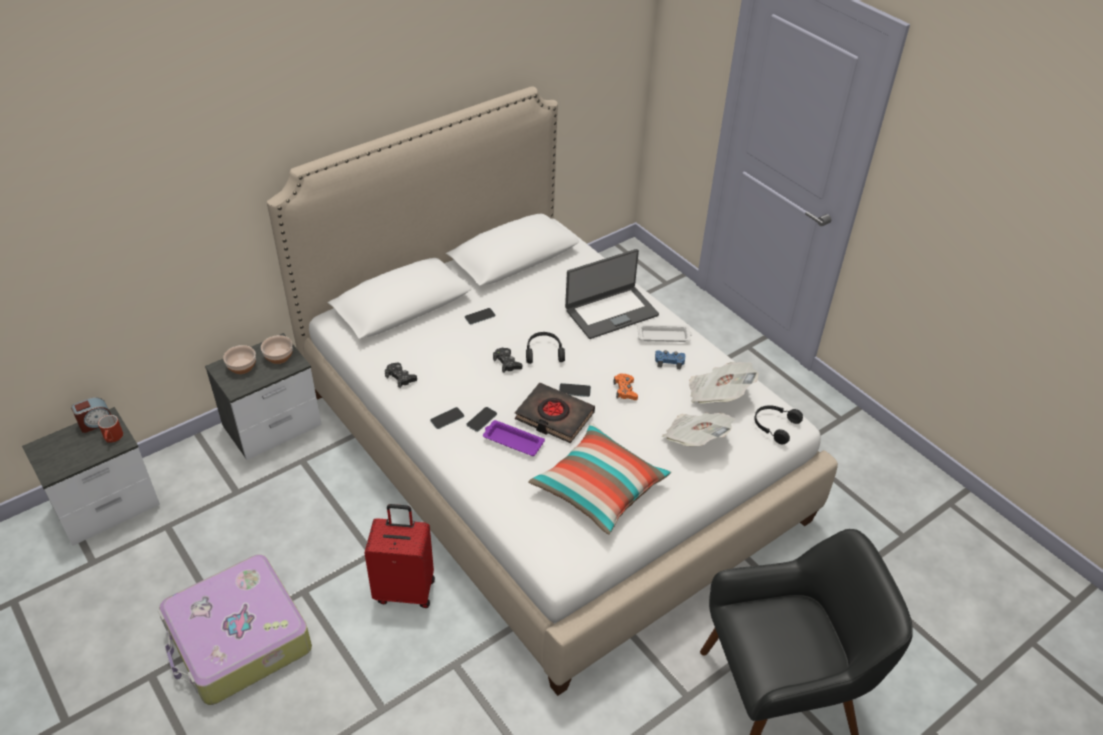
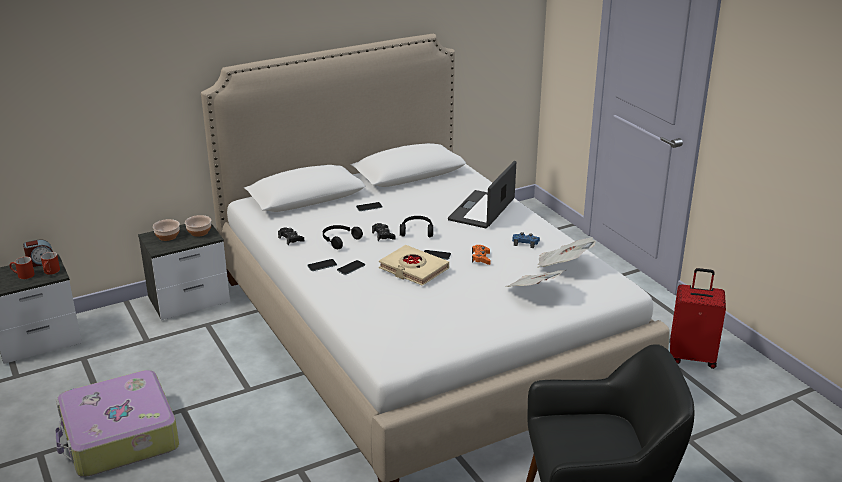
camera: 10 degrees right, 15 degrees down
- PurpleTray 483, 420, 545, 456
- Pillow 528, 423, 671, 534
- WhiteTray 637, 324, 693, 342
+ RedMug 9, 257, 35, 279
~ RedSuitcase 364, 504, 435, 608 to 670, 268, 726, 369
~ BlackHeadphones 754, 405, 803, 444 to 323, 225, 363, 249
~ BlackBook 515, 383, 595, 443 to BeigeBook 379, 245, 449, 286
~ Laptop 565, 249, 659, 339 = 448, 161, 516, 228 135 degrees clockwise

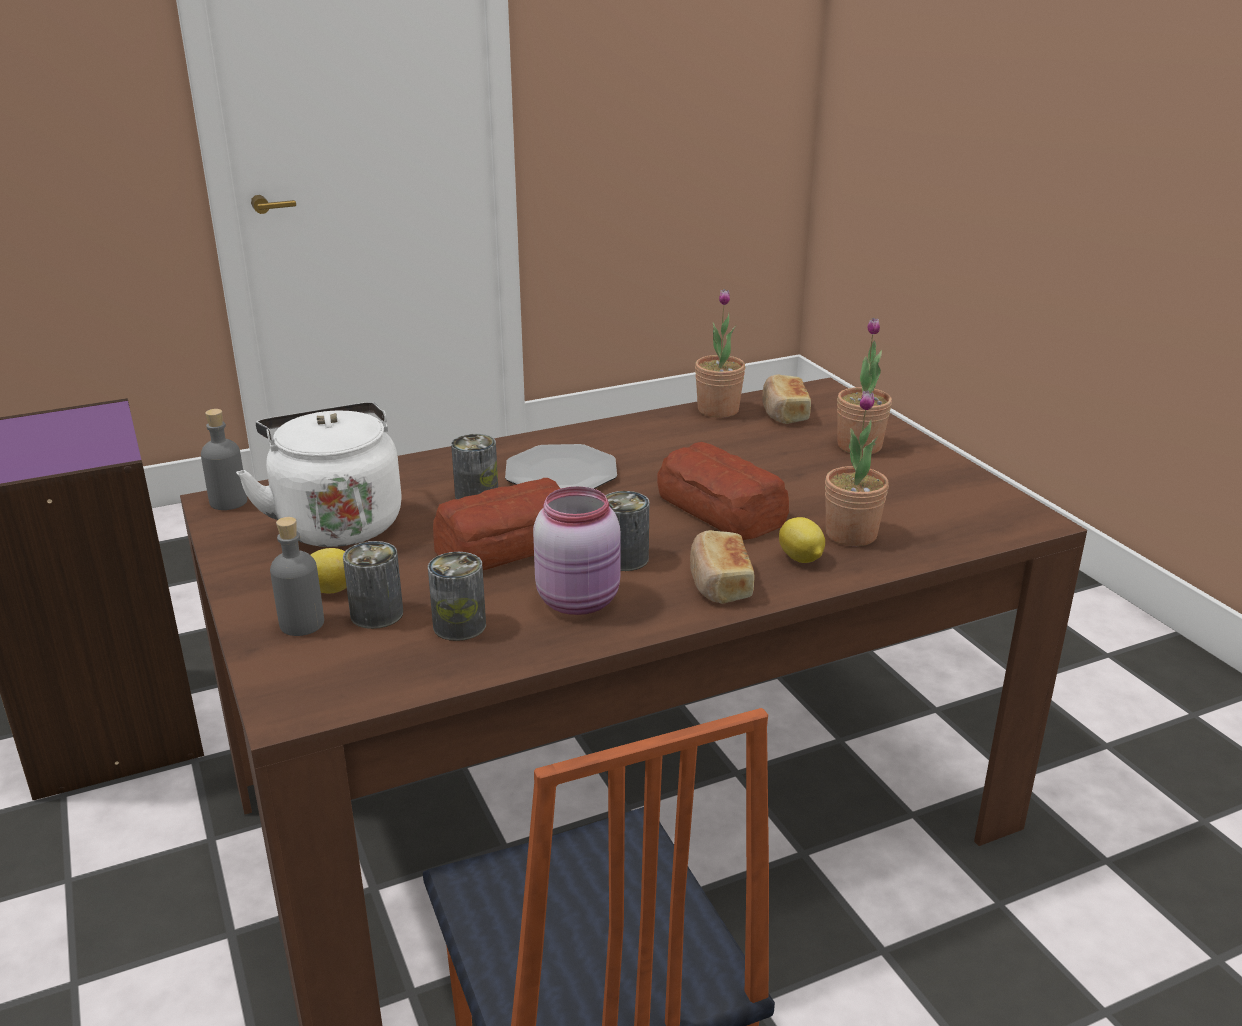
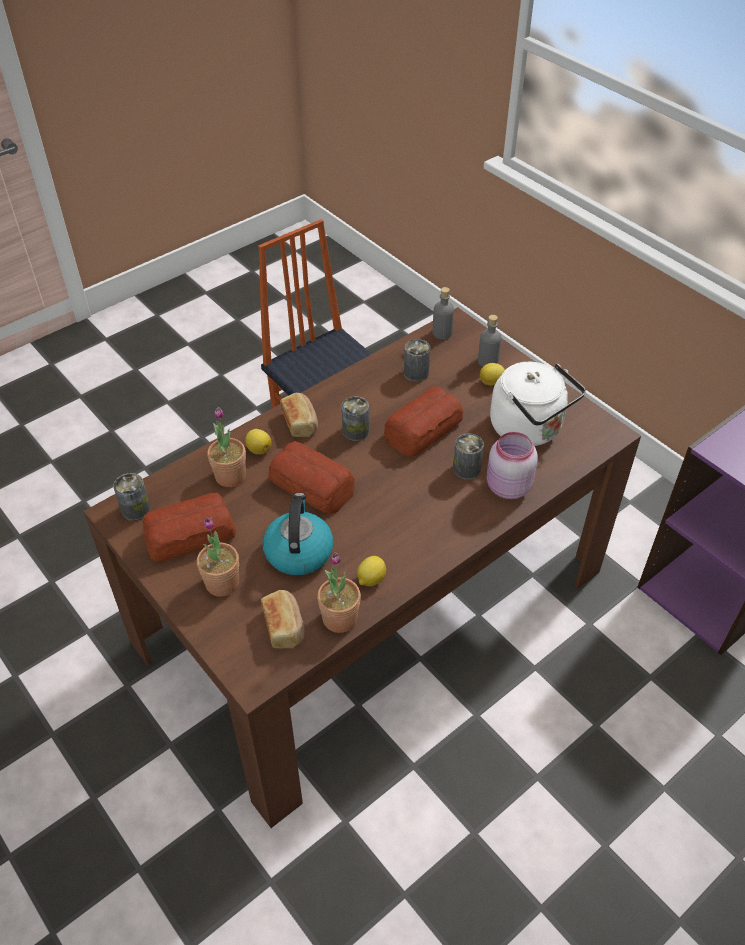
camera: 165 degrees right, 20 degrees up
- Plate 505, 444, 617, 489
+ Bread 143, 493, 236, 562
+ Kettle 263, 493, 333, 576
+ Lemon 357, 556, 386, 586
~ GreyBottle 201, 409, 247, 510 to 433, 287, 454, 339
~ Can 343, 541, 403, 629 to 113, 473, 150, 521
~ PinkJar 533, 486, 620, 615 to 487, 432, 538, 499

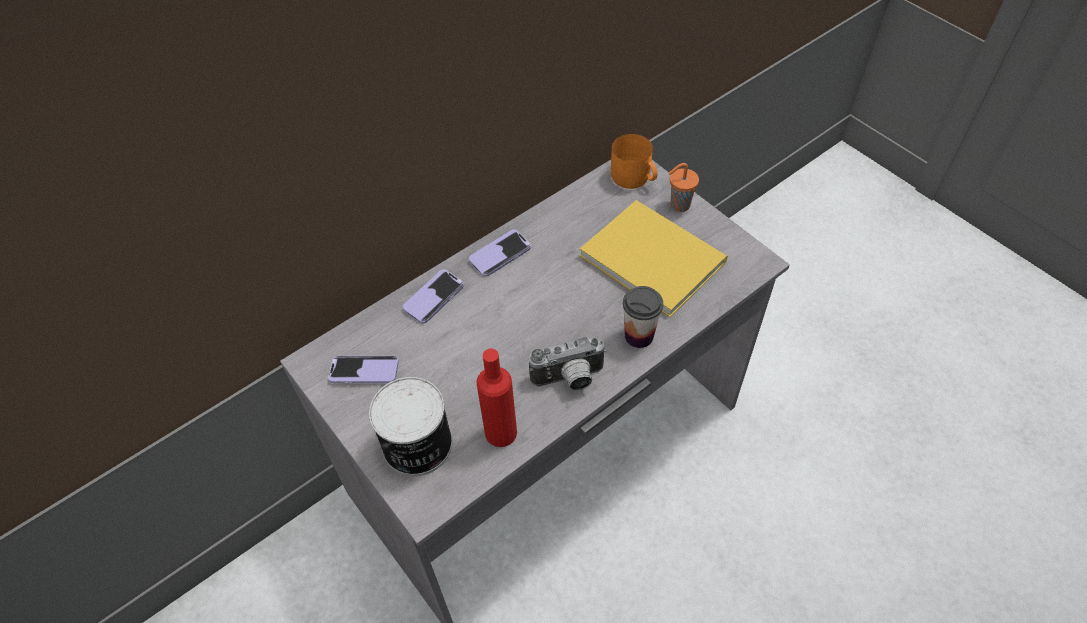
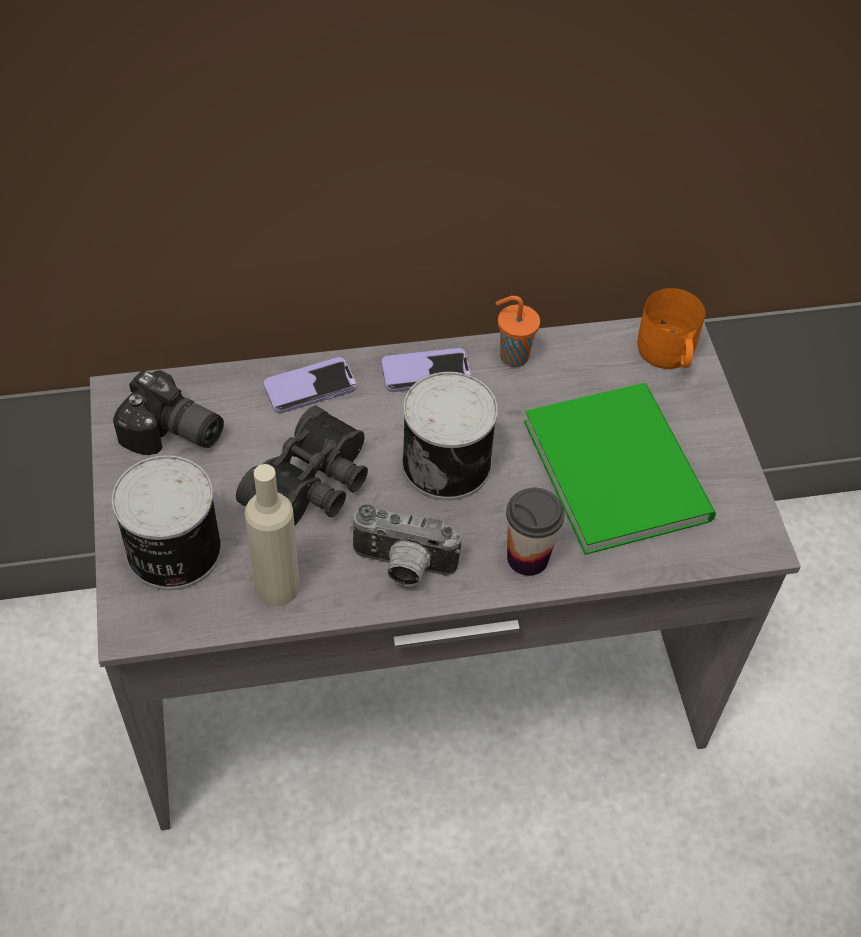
camera: 25 degrees right, 0 degrees up
+ BlackBinoculars 236, 406, 368, 525
+ Can 402, 372, 498, 501
~ OrangeCup 668, 163, 699, 212 to 496, 296, 540, 367
~ Phone 328, 356, 399, 383 to PhotoCamera 113, 370, 224, 455
~ RedBottle 476, 349, 517, 447 to BeigeBottle 245, 464, 300, 606
~ YellowBook 580, 200, 728, 317 to GreenBook 524, 383, 716, 555

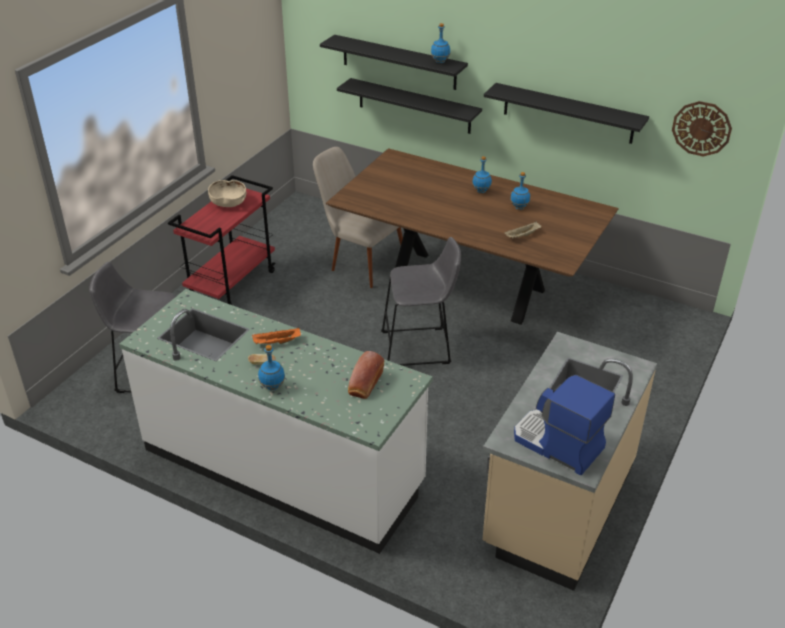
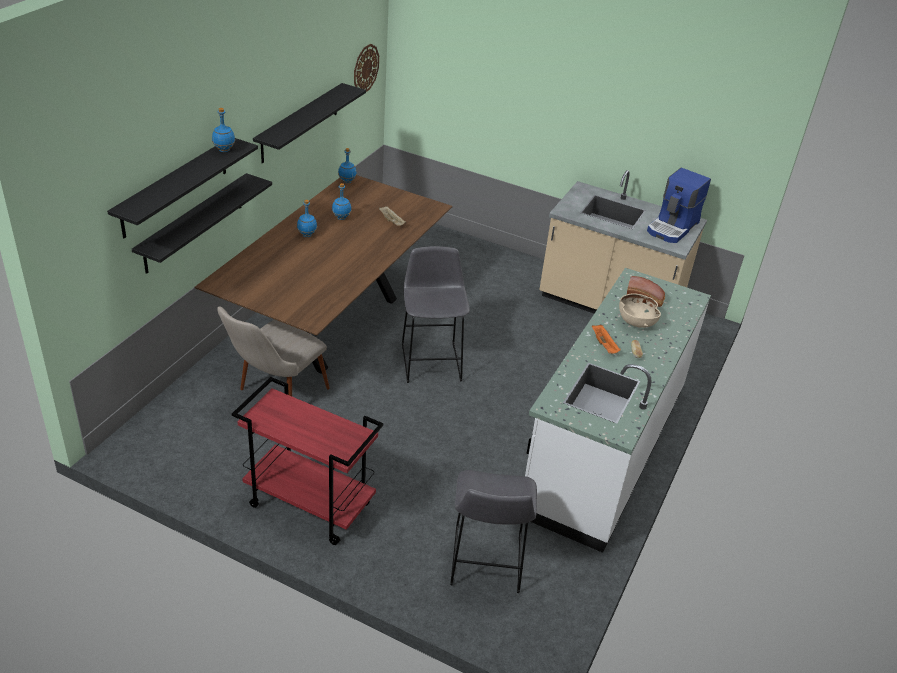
camera: 95 degrees left, 0 degrees up
~ BeigeBowl 208, 180, 246, 207 to 619, 294, 661, 328
~ BlueBottle 258, 345, 285, 390 to 338, 148, 357, 183

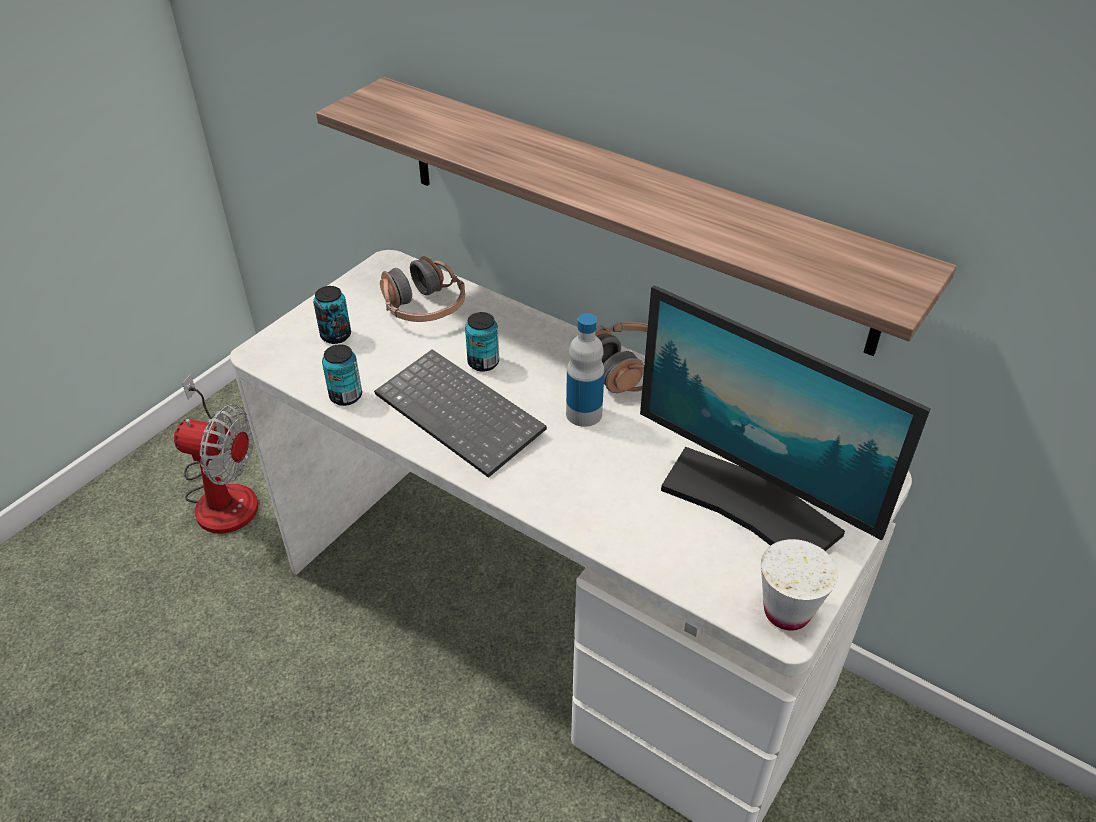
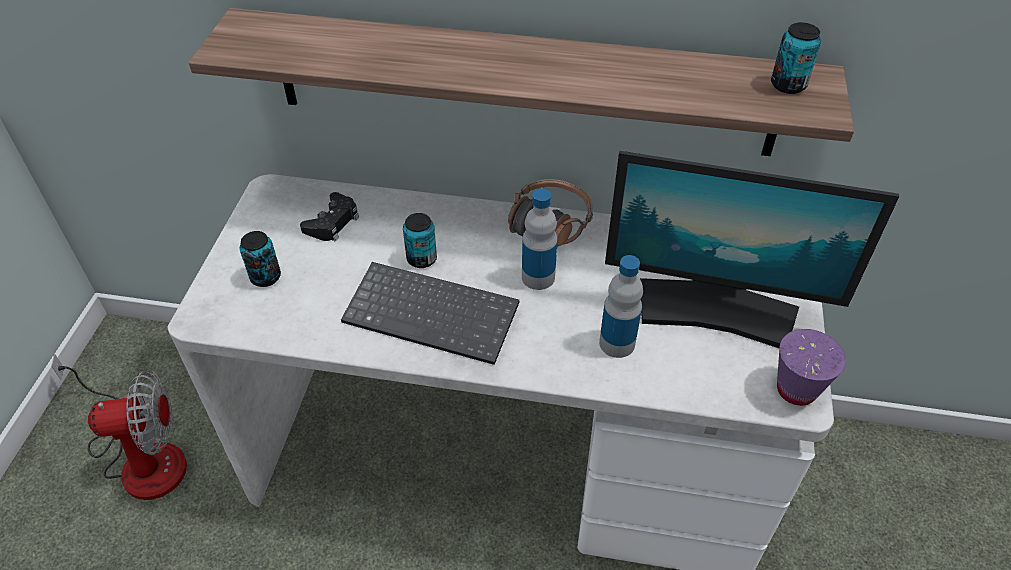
camera: 25 degrees left, 5 degrees up
+ Bottle 599, 255, 643, 358
~ Can 322, 344, 362, 406 to 771, 22, 821, 94
~ Headphones 380, 256, 465, 322 to BlackGameController 300, 192, 359, 242
~ WhiteCup 761, 539, 838, 631 to PurpleCup 777, 329, 846, 406

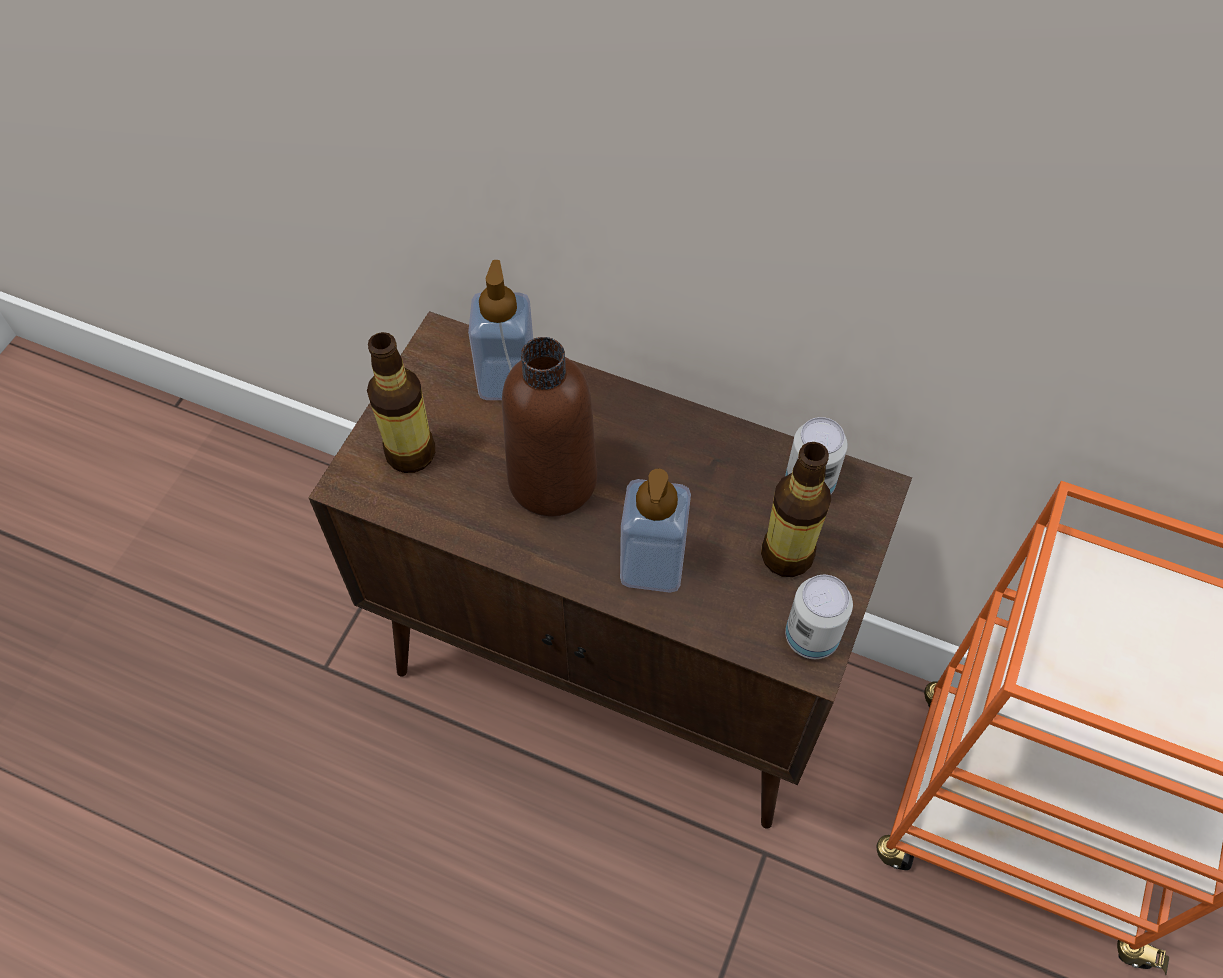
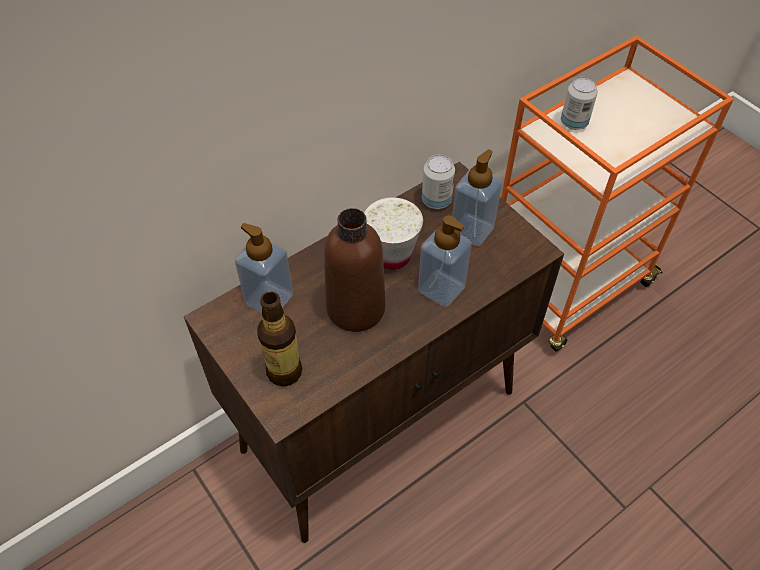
camera: 60 degrees left, 5 degrees down
+ WhiteCup 364, 197, 423, 270
~ Can 785, 575, 853, 659 to 561, 77, 598, 130
~ Bottle 761, 442, 831, 577 to SoapDispenser 452, 149, 502, 246

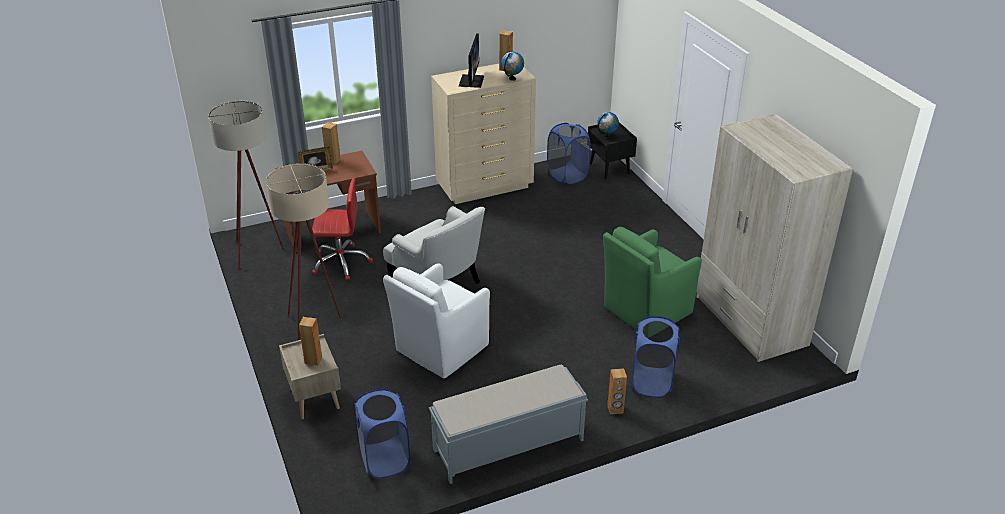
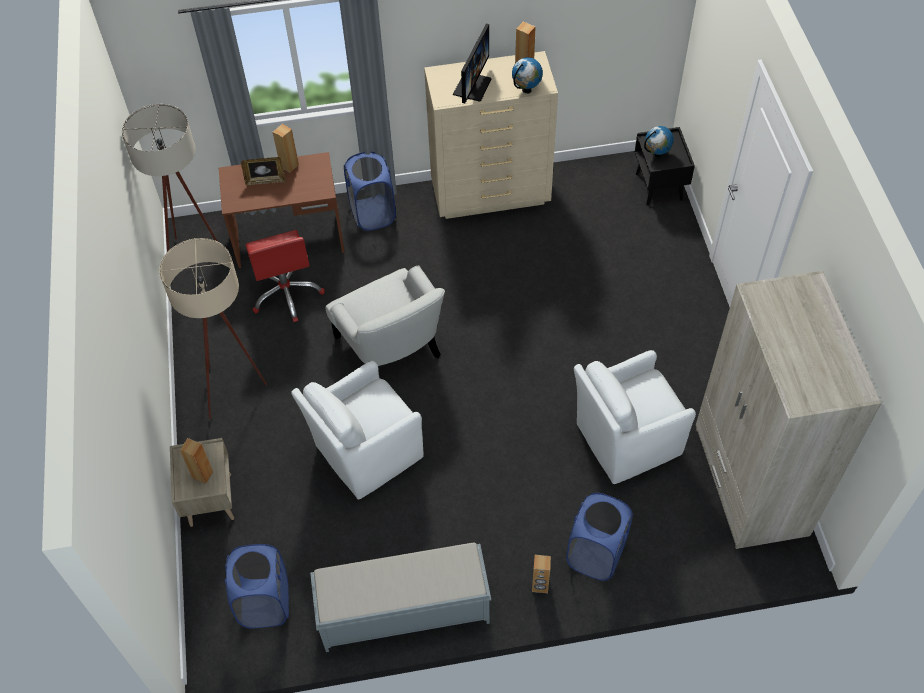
camera: 15 degrees right, 20 degrees up
~ BlueLaundryBasket 547, 123, 591, 184 to 344, 151, 396, 231
~ GreenArmchair 603, 227, 702, 331 to WhiteArmchair 574, 350, 696, 484
~ RedOfficeChair 312, 178, 373, 280 = 245, 230, 325, 322 60 degrees clockwise

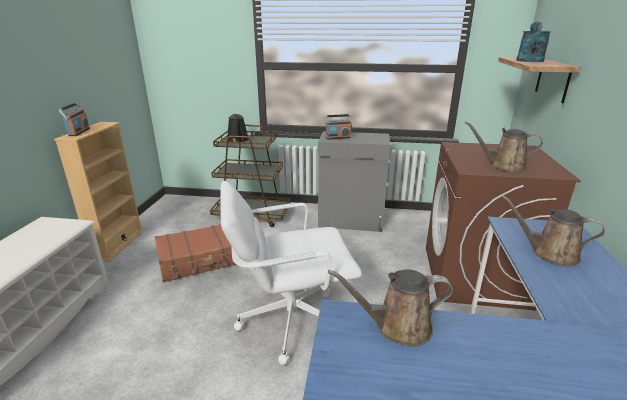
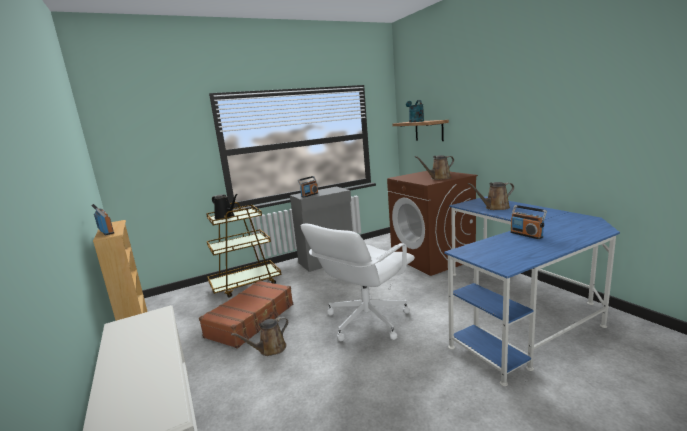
camera: 35 degrees left, 10 degrees down
+ Radio 510, 205, 547, 239
~ BrownWateringCan 328, 269, 453, 347 to 231, 316, 288, 356

